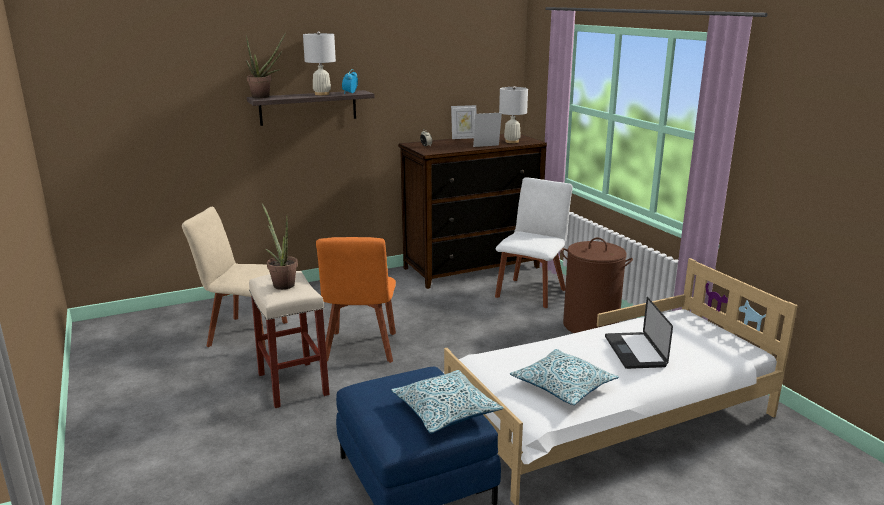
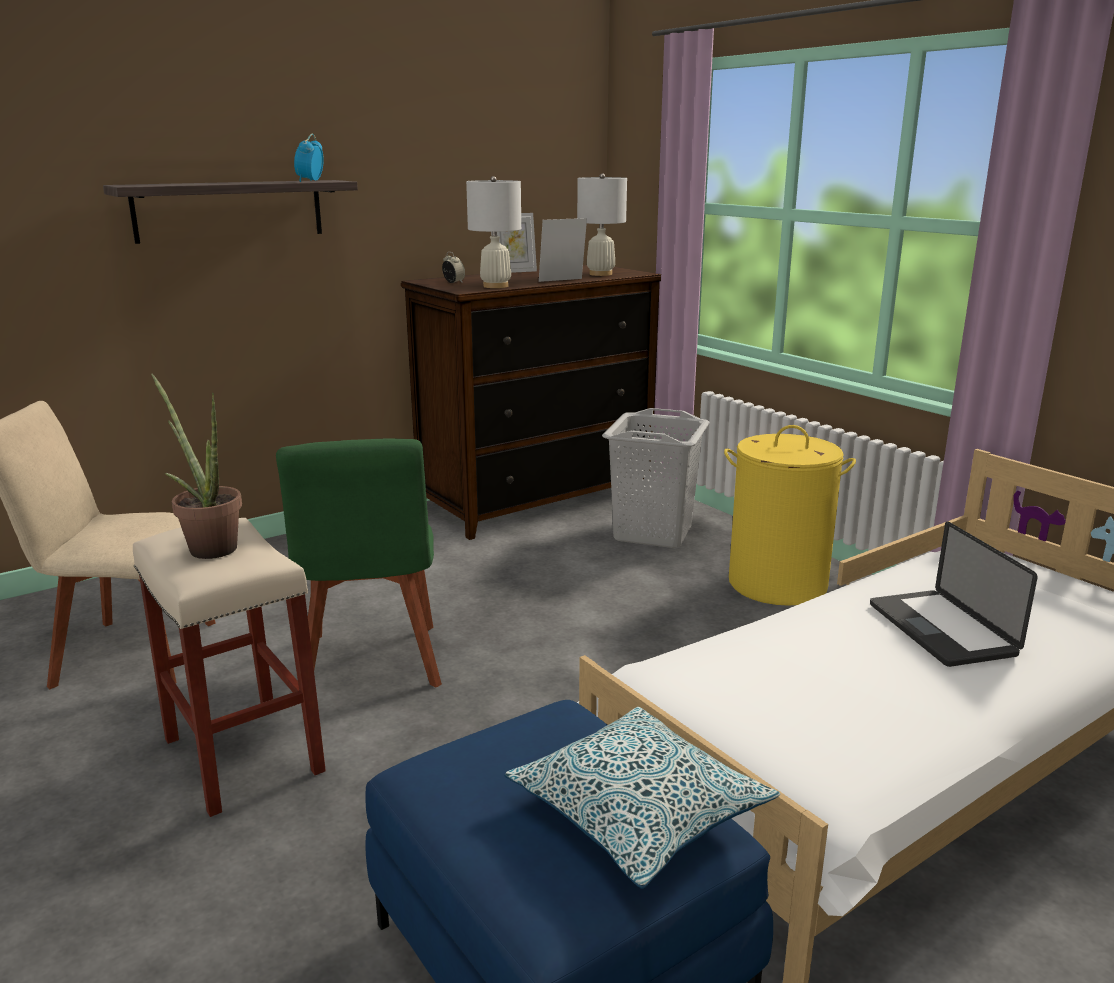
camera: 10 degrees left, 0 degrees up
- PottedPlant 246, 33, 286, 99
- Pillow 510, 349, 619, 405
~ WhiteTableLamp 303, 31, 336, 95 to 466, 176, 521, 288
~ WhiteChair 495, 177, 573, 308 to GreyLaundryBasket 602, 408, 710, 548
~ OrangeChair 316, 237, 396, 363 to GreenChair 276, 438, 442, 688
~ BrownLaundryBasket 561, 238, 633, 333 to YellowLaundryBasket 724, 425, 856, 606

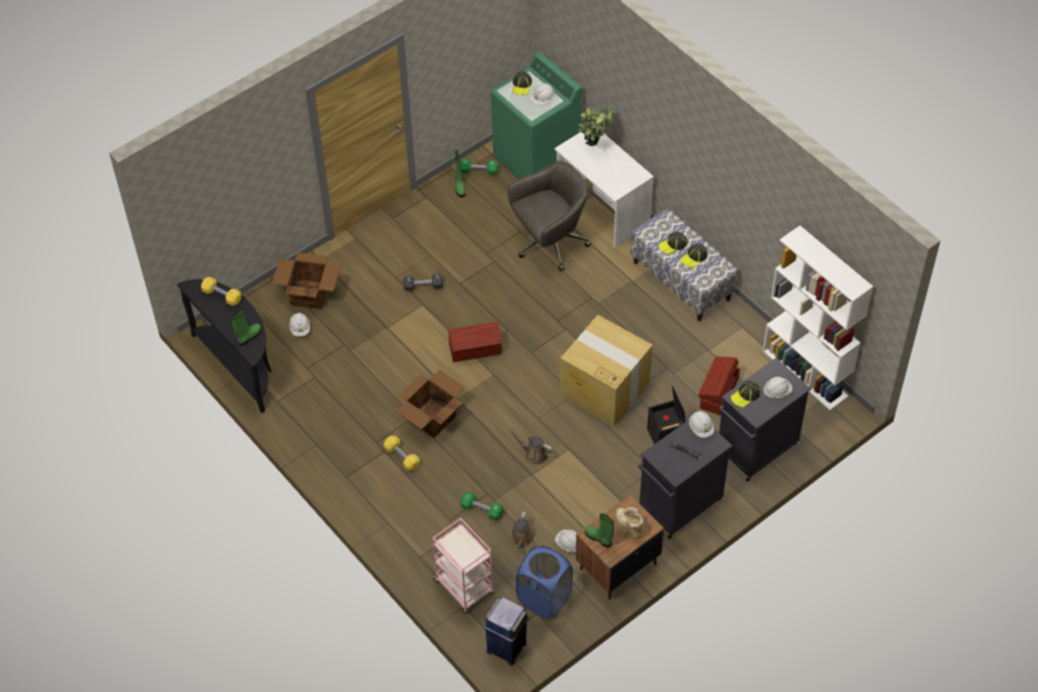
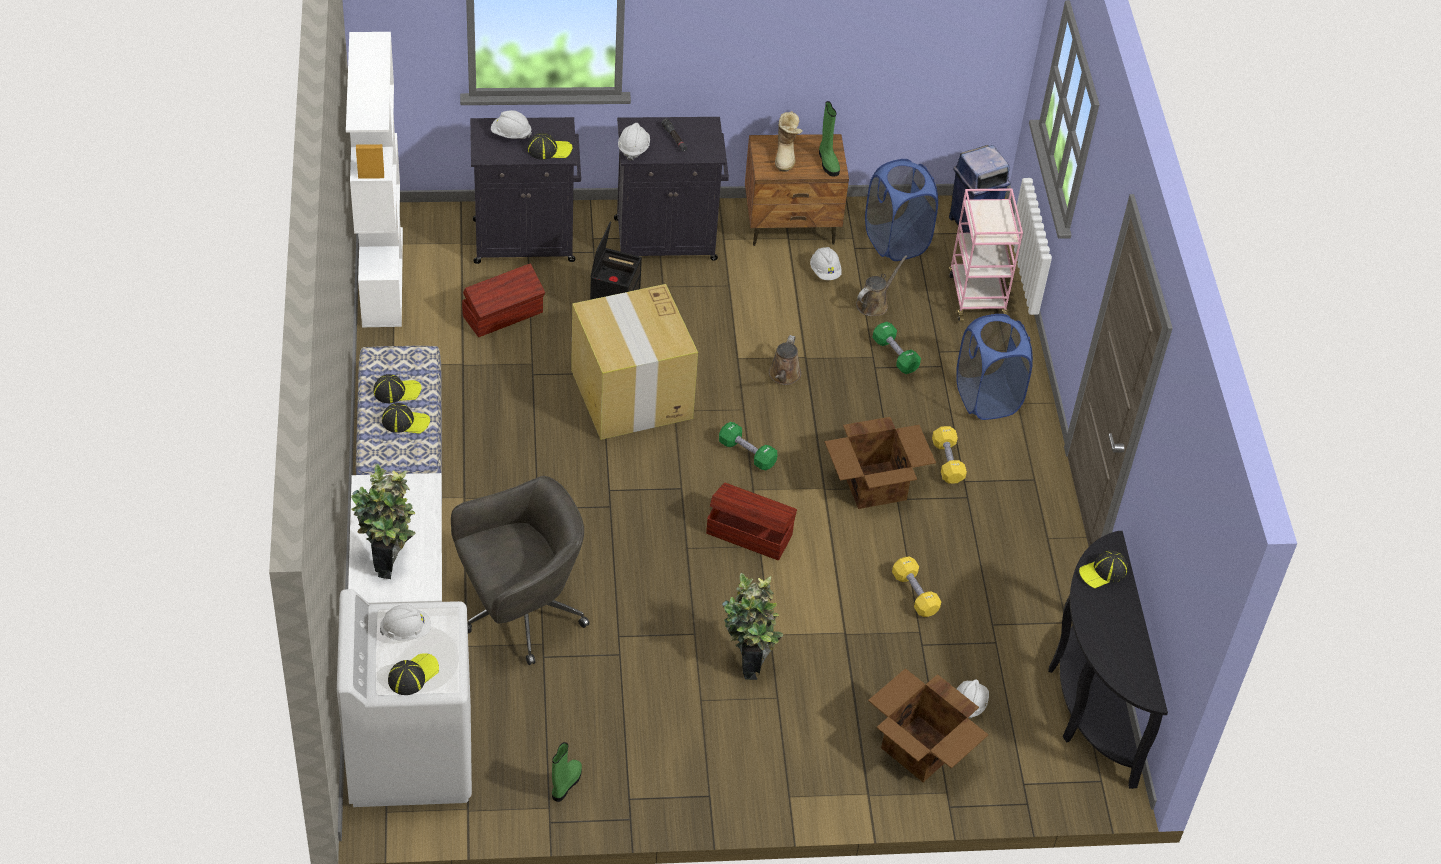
camera: 150 degrees left, 5 degrees down
+ BlueLaundryBasket 956, 314, 1033, 420
~ YellowDumbbell 201, 277, 241, 306 to 892, 557, 941, 617
~ GreenDumbbell 460, 159, 498, 175 to 719, 422, 777, 470
~ GreenBoot 232, 309, 262, 346 to Cap 1079, 550, 1128, 588
~ BlackDumbbell 403, 273, 443, 291 to PottedPlant 722, 573, 783, 680
~ GreenWashingMachine 491, 52, 582, 179 to WhiteWashingMachine 337, 589, 472, 807
~ BrownWateringCan 507, 427, 553, 465 = 769, 335, 801, 385 45 degrees clockwise
~ GreyOfficeChair 508, 161, 591, 271 = 451, 476, 590, 665 150 degrees clockwise

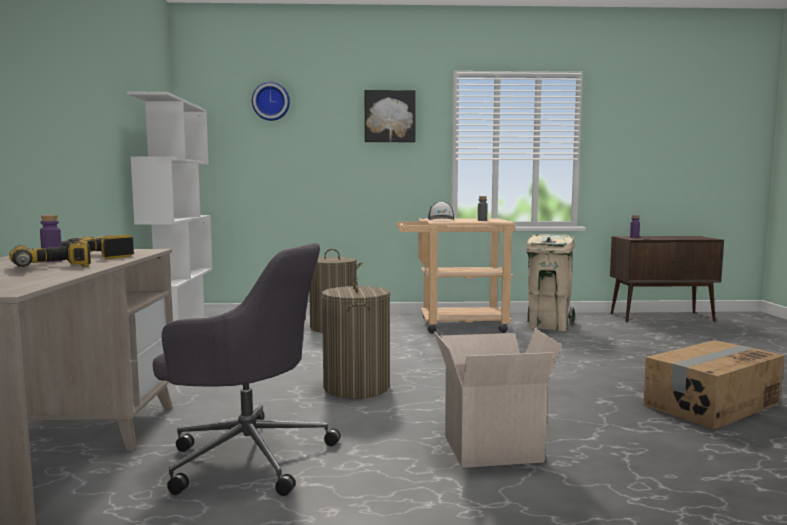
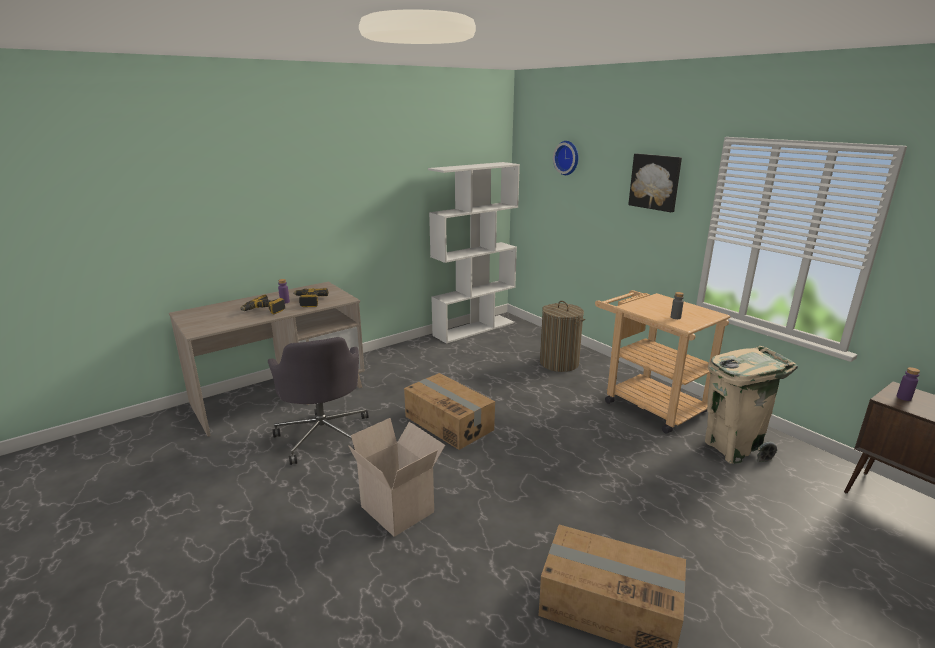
camera: 55 degrees right, 15 degrees up
- Cap 428, 201, 454, 220
~ LaundryBasket 321, 276, 390, 399 to CardboardBox 404, 373, 495, 450

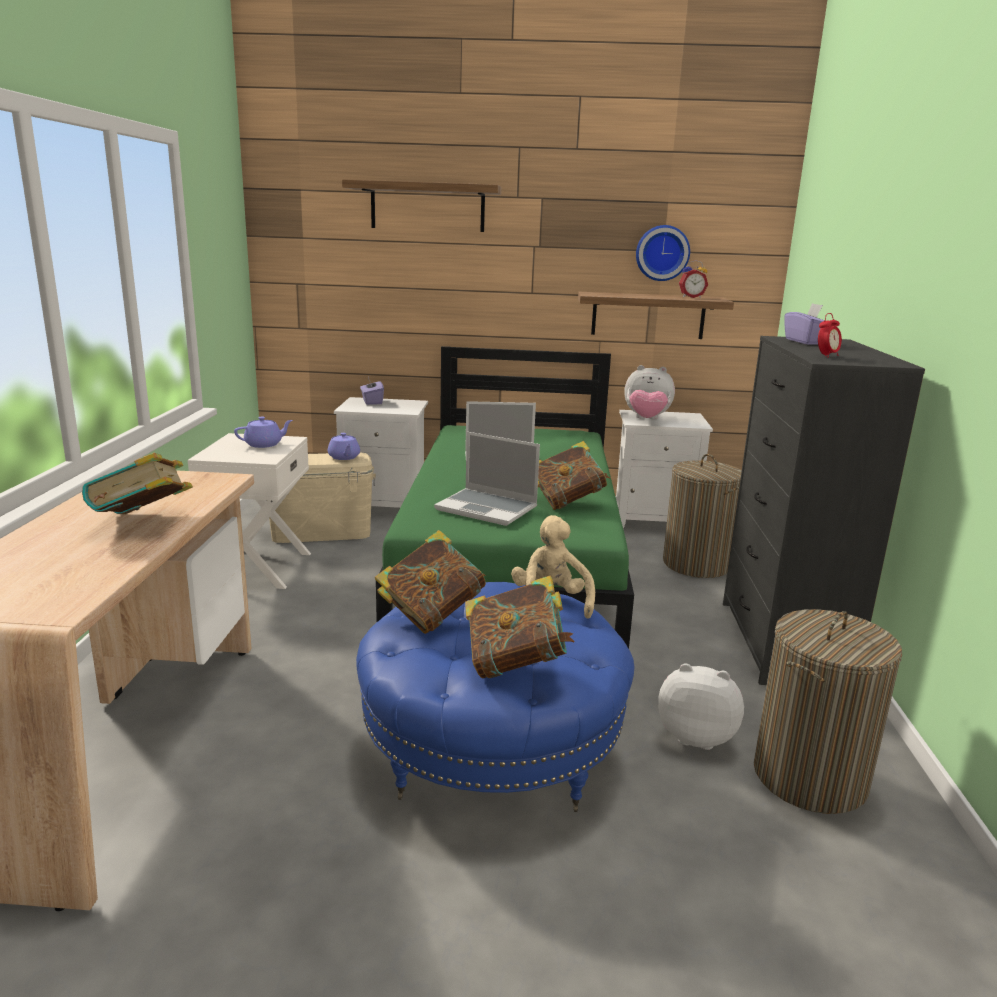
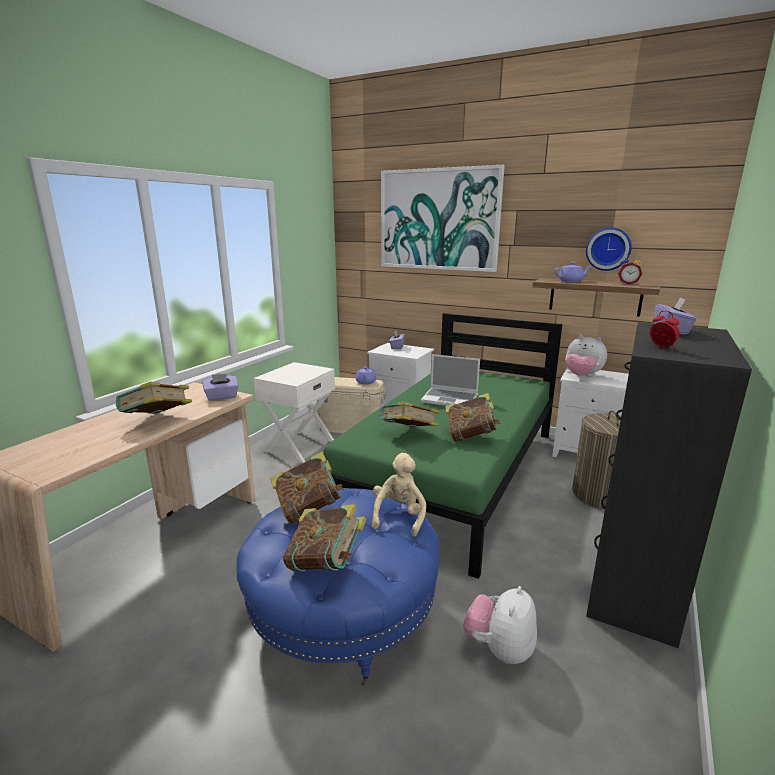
camera: 25 degrees right, 0 degrees up
- LaundryBasket 754, 609, 902, 814
+ PurpleTissueBox 202, 373, 238, 401
~ PurpleTeapot 234, 417, 293, 448 to 555, 262, 592, 282
~ Shelf 342, 179, 501, 232 to Picture 381, 165, 505, 272
~ Laptop 434, 432, 540, 526 to Book 379, 402, 440, 427
~ PlushToy 658, 663, 744, 750 = 463, 586, 537, 664 105 degrees counterclockwise
~ AlarmClock 818, 313, 842, 357 = 650, 311, 680, 349 105 degrees counterclockwise

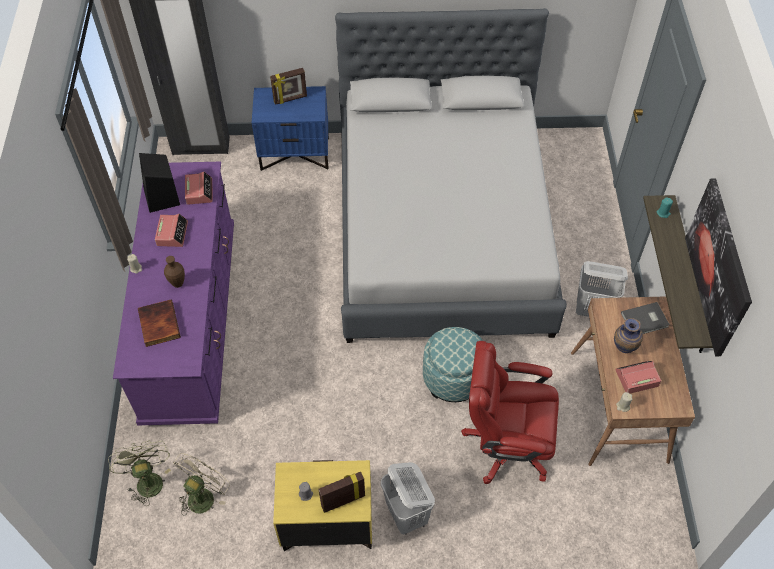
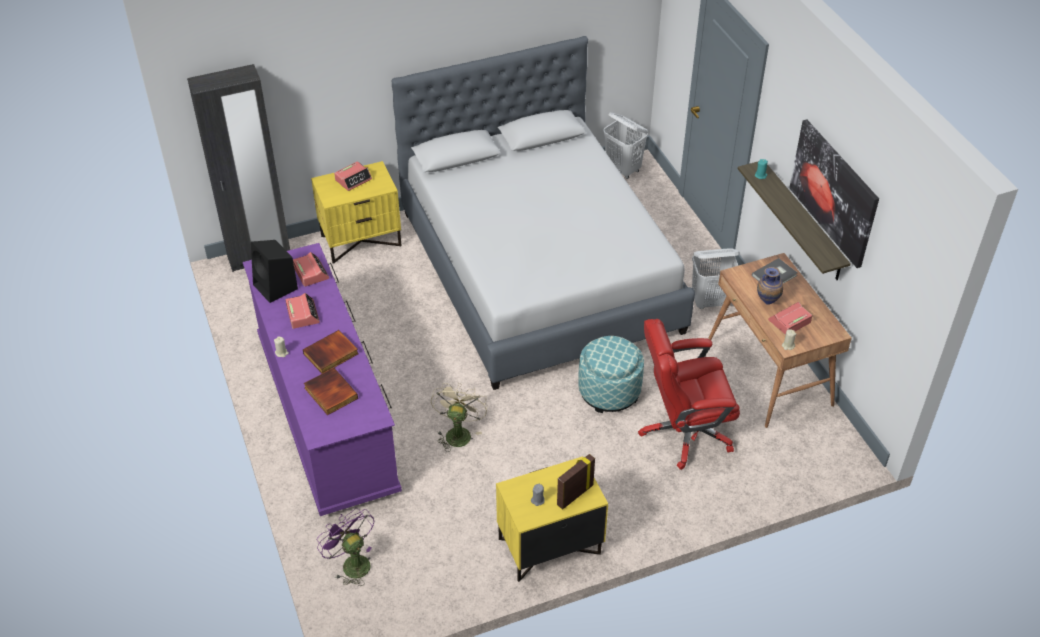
camera: 20 degrees left, 10 degrees down
~ BeigeFan 173, 453, 230, 516 to 431, 383, 487, 452
~ WhiteLaundryBasket 381, 462, 435, 535 to 603, 112, 648, 179
~ BrownVase 164, 256, 185, 288 to Book 303, 330, 359, 373
~ PictureFrame 270, 68, 307, 105 to AlarmClock 334, 161, 372, 191
~ GreenFan 108, 440, 171, 506 to PurpleFan 317, 508, 374, 586
~ BlueNightstand 252, 86, 329, 171 to YellowNightstand 311, 161, 401, 264

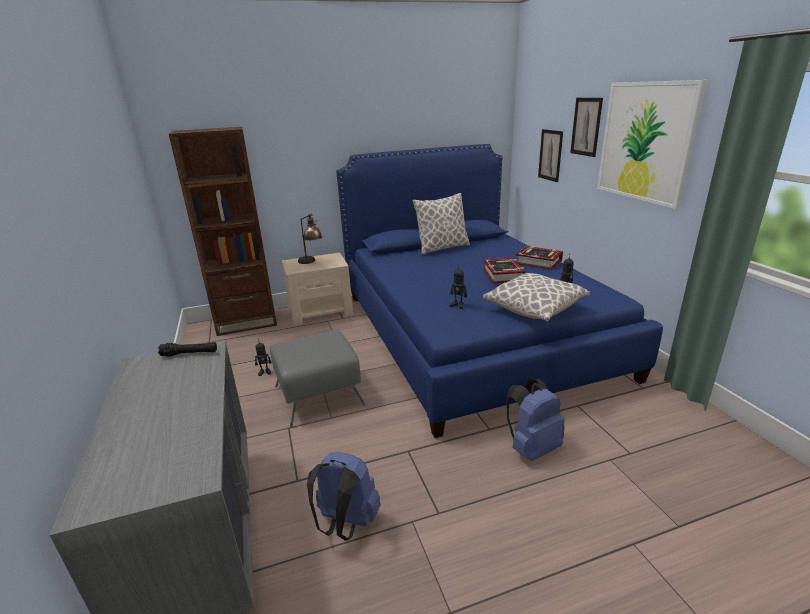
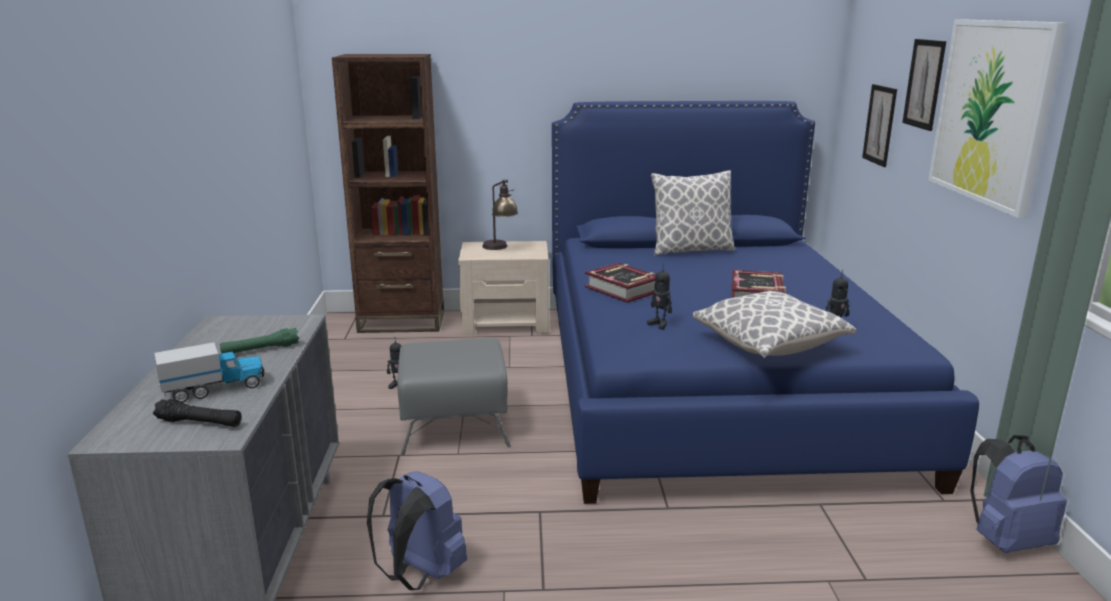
camera: 15 degrees right, 5 degrees down
+ ToyTruck 154, 342, 265, 402
+ GreenFlashlight 220, 328, 299, 354
~ BlackFlashlight 158, 342, 217, 357 to 153, 399, 242, 427
~ BlueBackpack 506, 378, 565, 461 to 970, 435, 1067, 553
~ Book 516, 246, 563, 270 to 585, 263, 656, 303

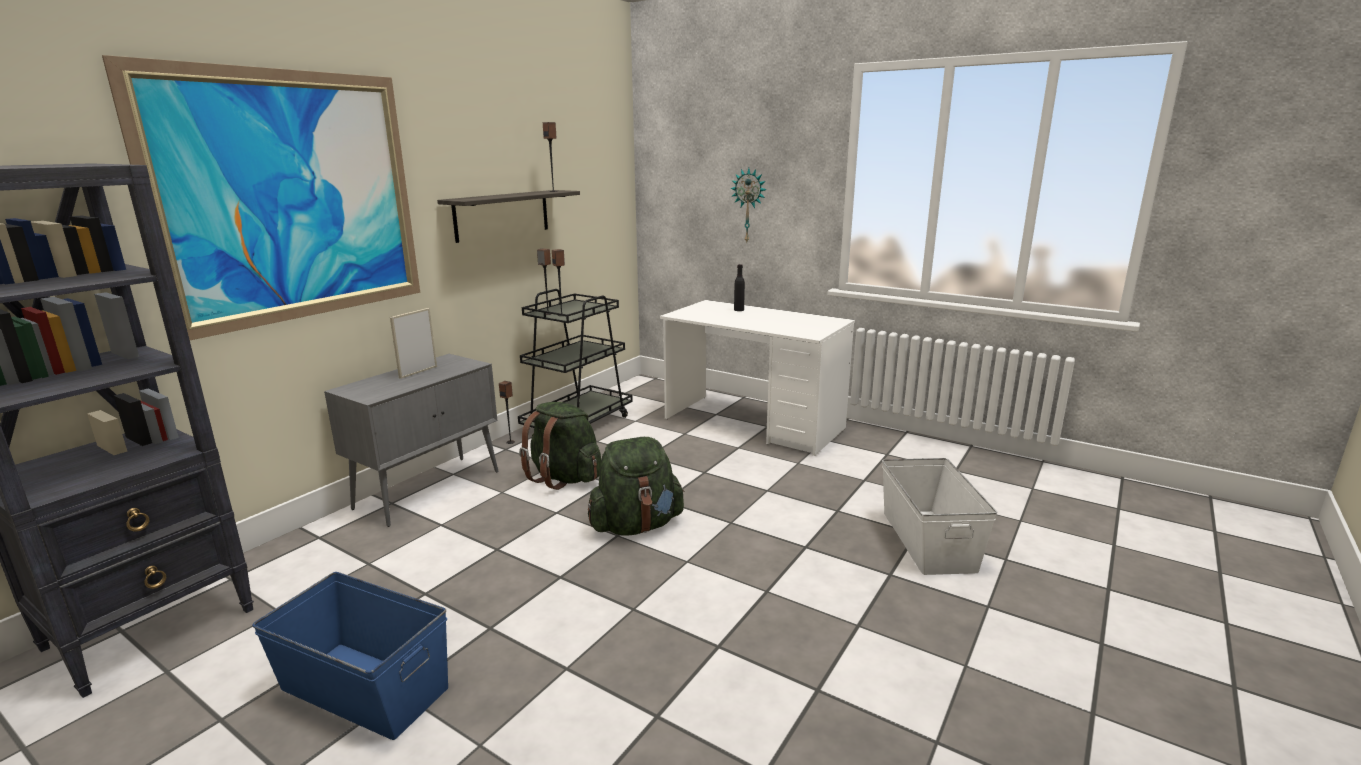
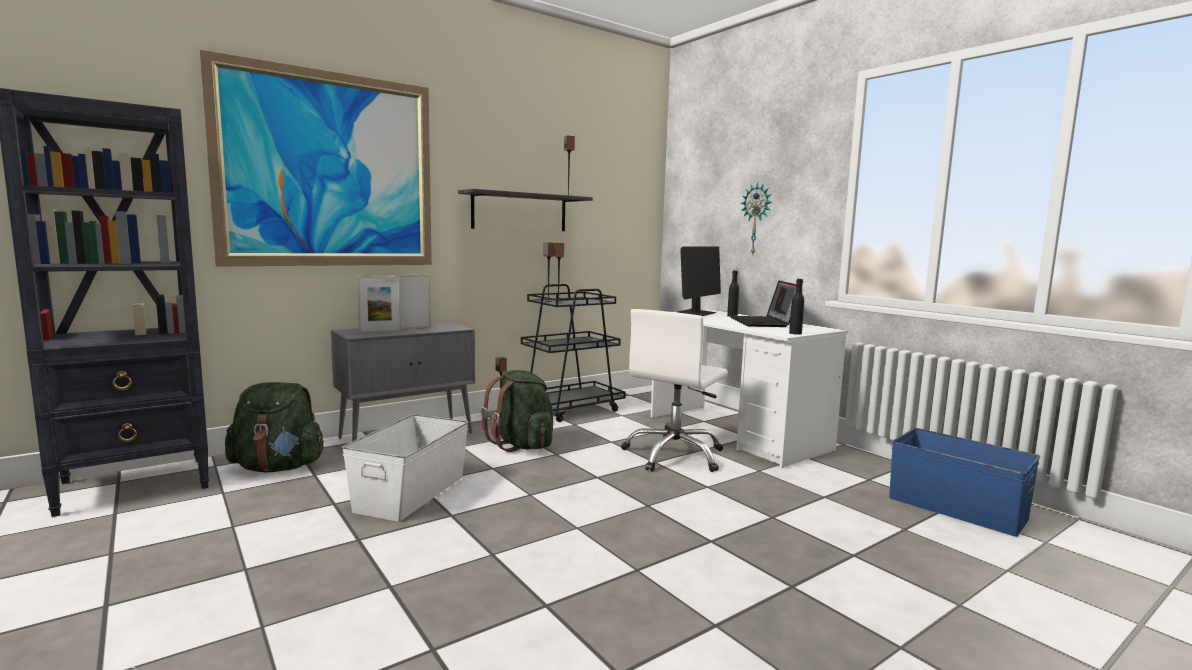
camera: 20 degrees right, 10 degrees down
+ PictureFrame 357, 276, 401, 333
+ WhiteOfficeChair 621, 309, 728, 472
+ Monitor 677, 246, 721, 316
+ Laptop 730, 281, 797, 327
+ BlackBottle 789, 279, 804, 335
~ BlueStorageBox 252, 572, 448, 740 to 889, 428, 1040, 537
~ GreenBackpack 588, 437, 685, 536 to 225, 382, 324, 472
~ WhiteStorageBox 882, 458, 997, 575 to 342, 414, 469, 522

